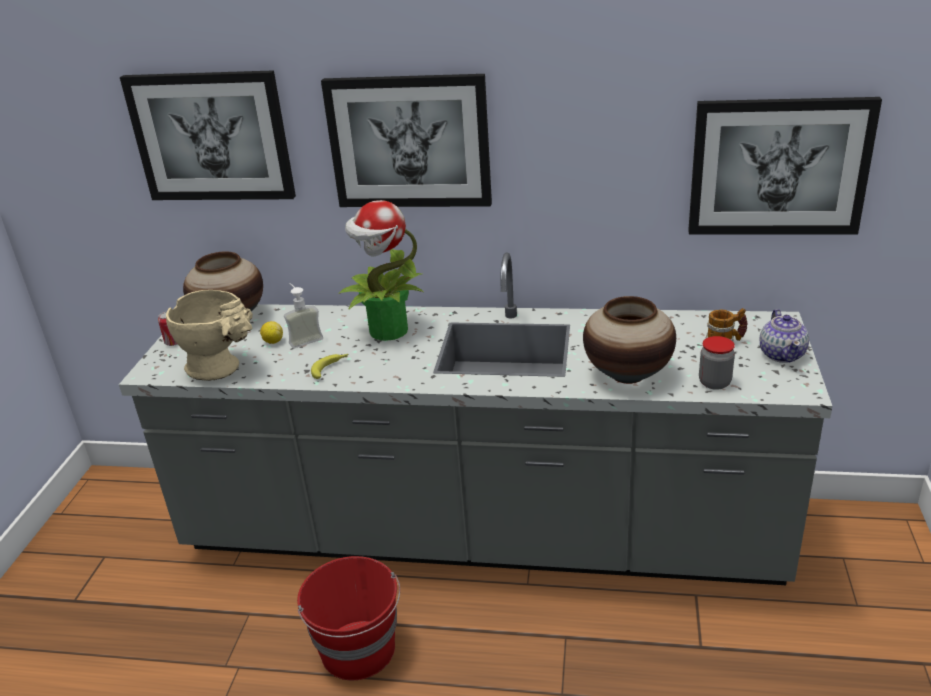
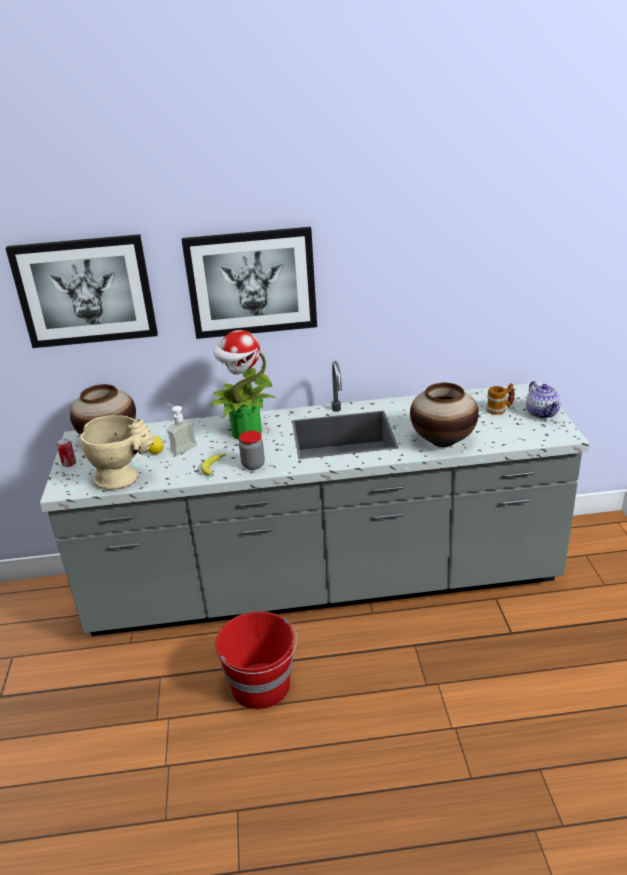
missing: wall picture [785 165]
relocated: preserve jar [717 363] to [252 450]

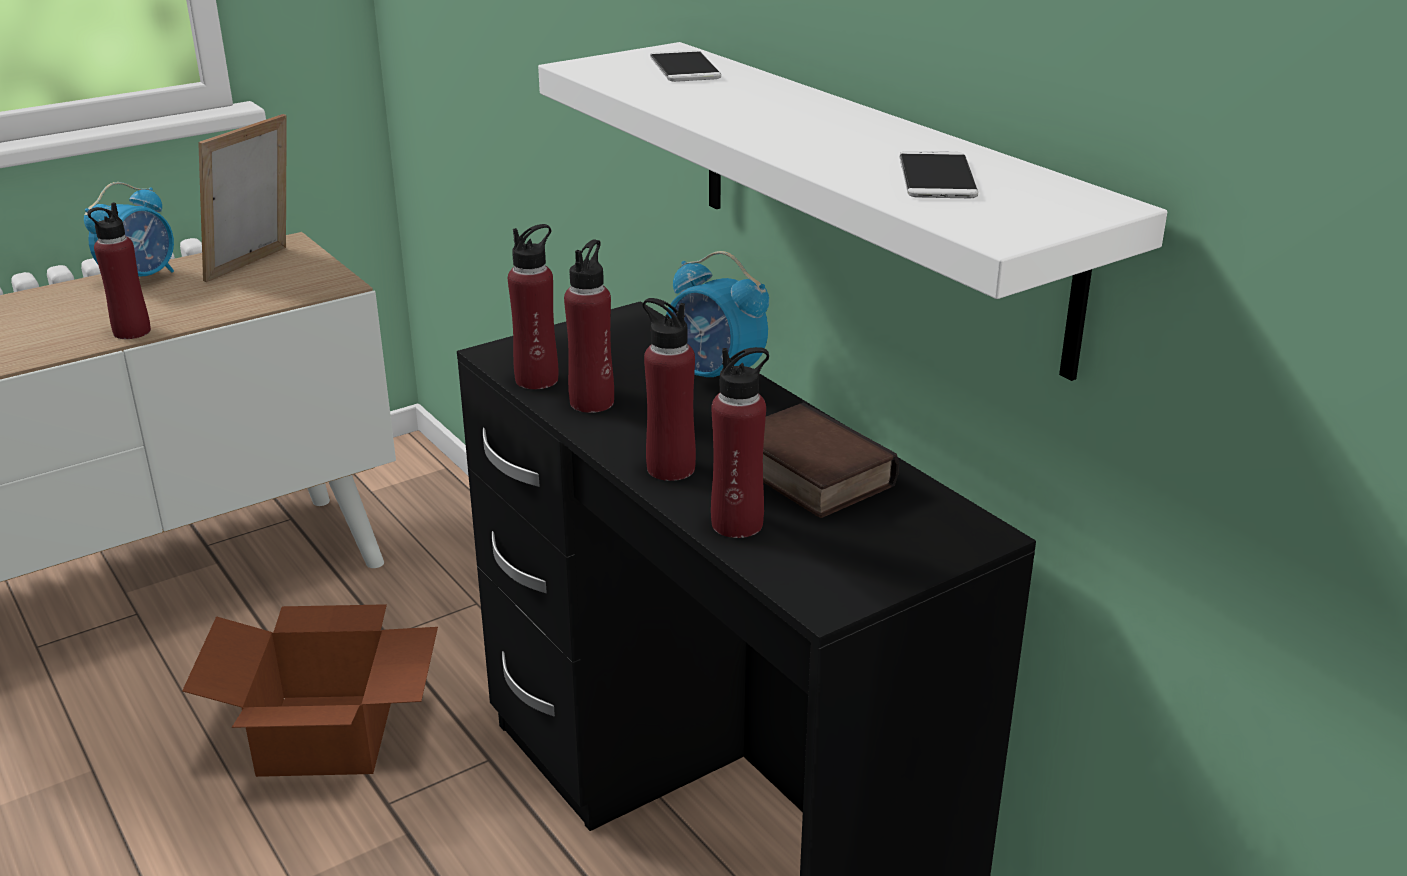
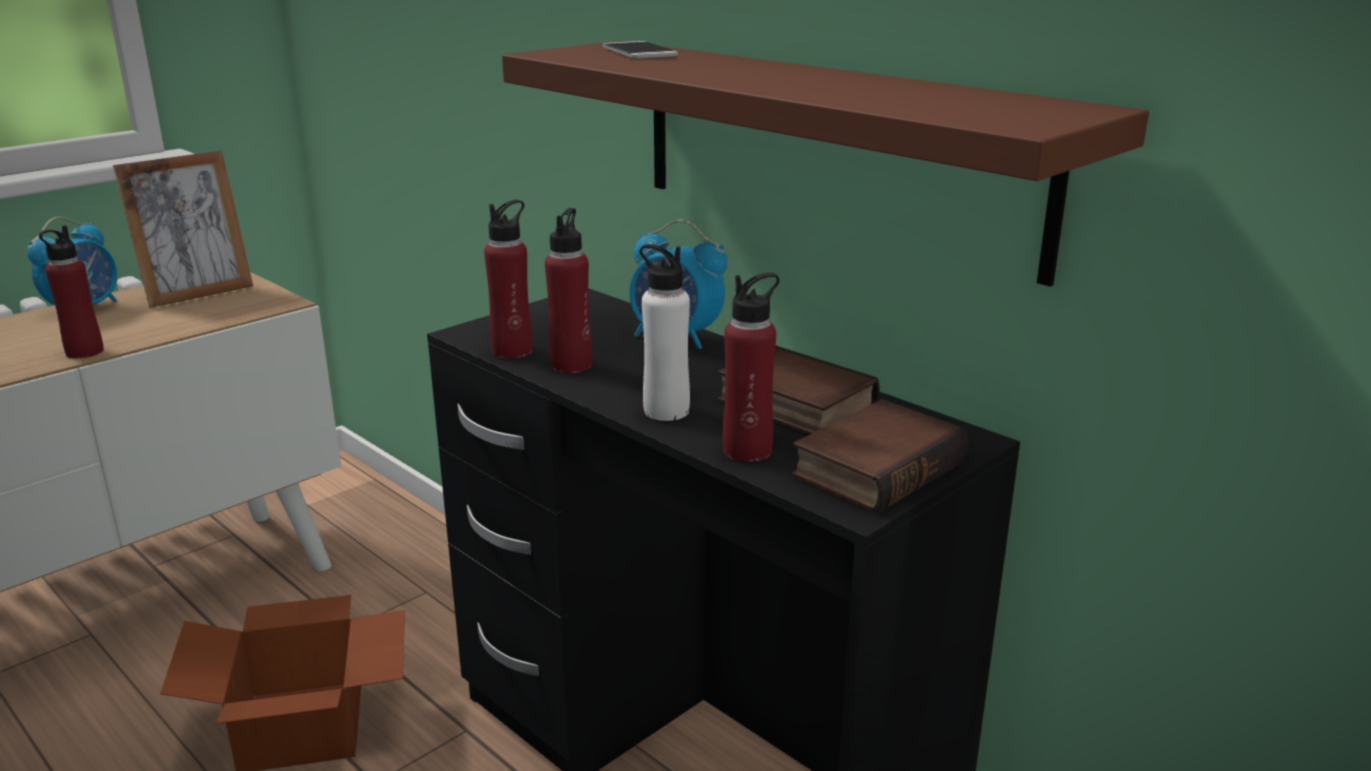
missing: handset [939 174]
appeared: volume [880 456]
colour: white-coloured shelf [852 211] to brown-coloured shelf [825 164]; red-coloured beverage bottle [669 389] to white-coloured beverage bottle [664 332]
spun: photo frame [242 198] = [183 229] 150 degrees counterclockwise

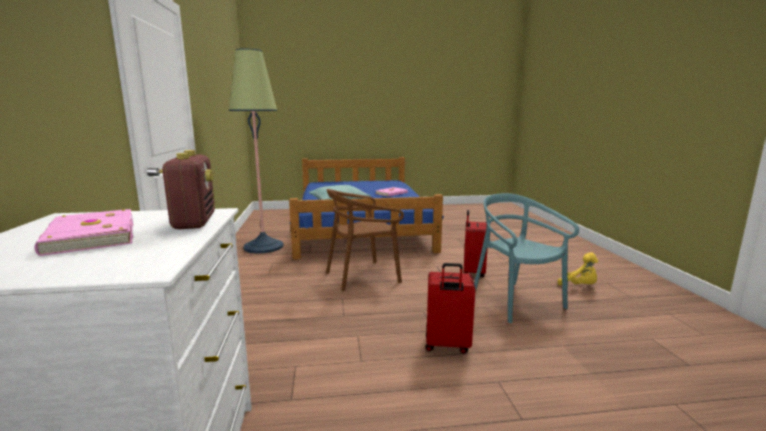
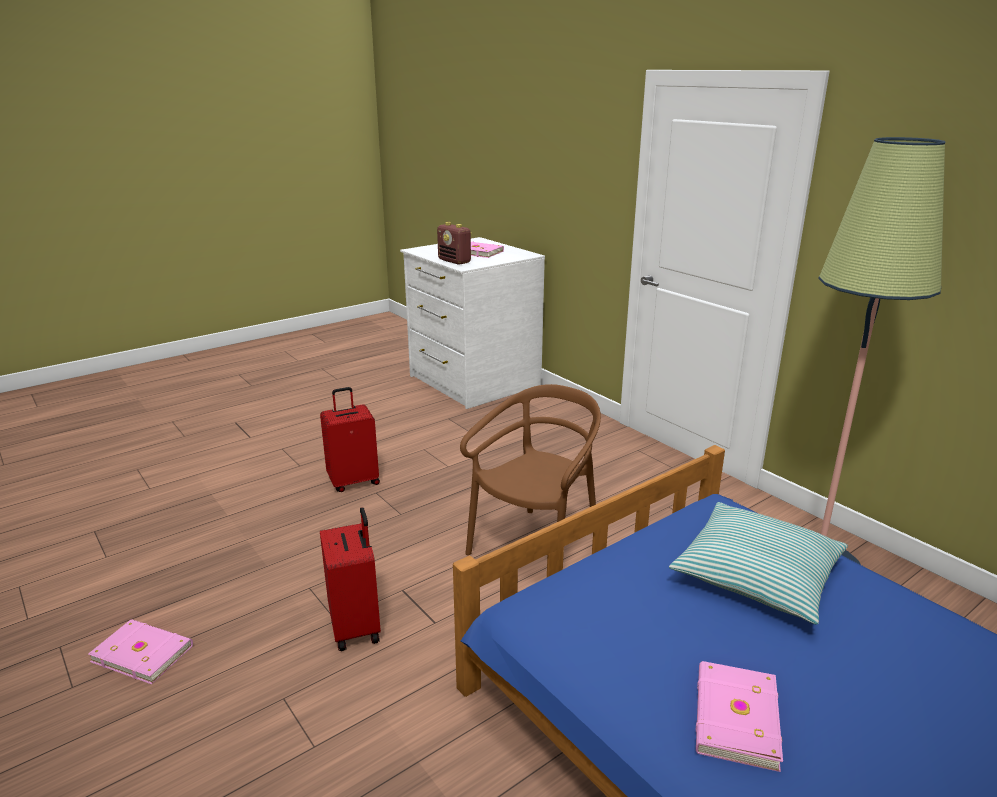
missing: blue-green plain chair [526 258]
exchanged: yellow plush toy [578 268] to pink-coloured volume [140 651]

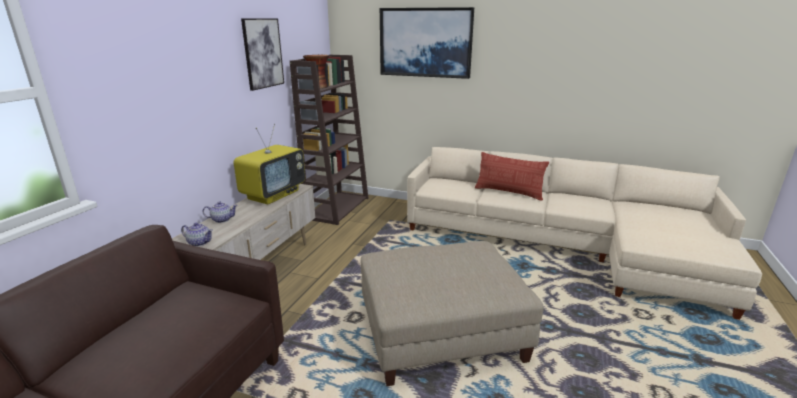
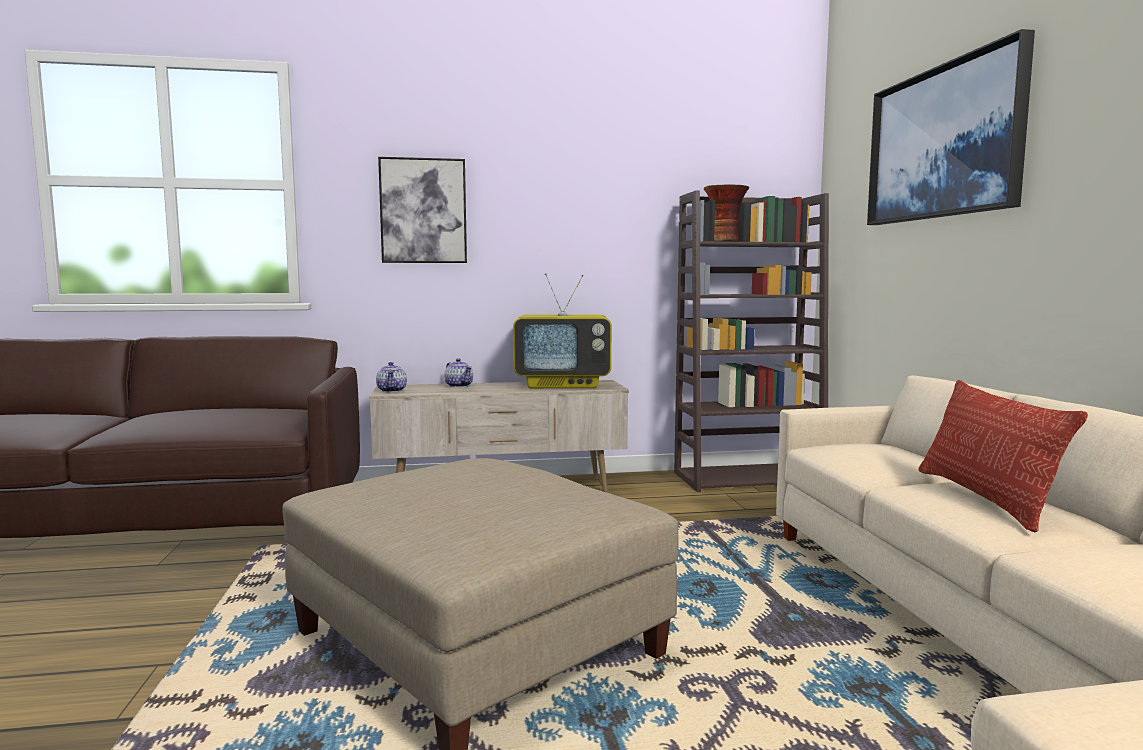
relocated: wall picture [262 54] to [422 210]

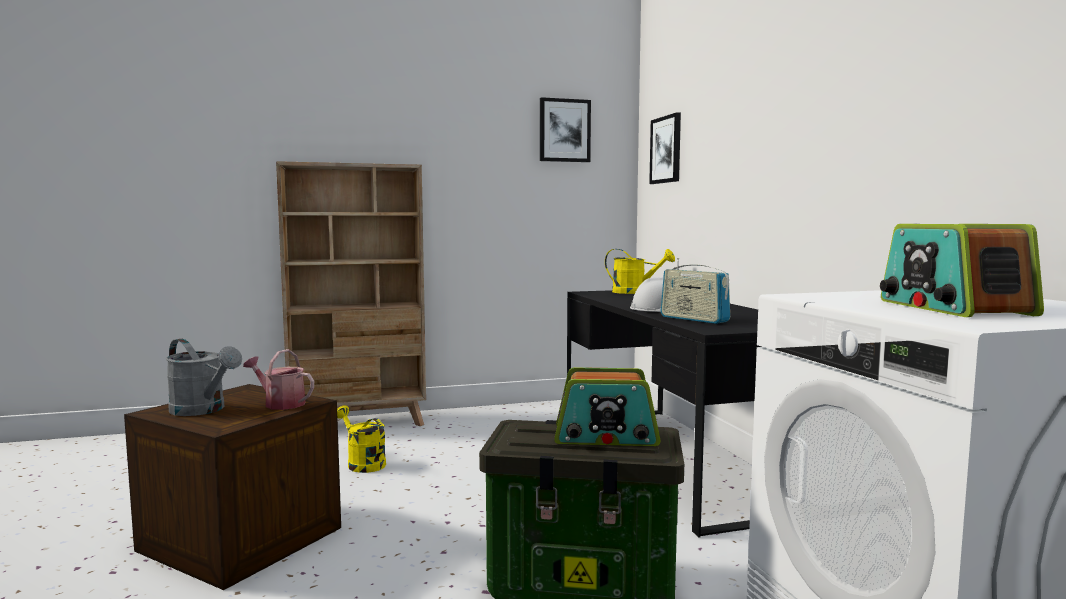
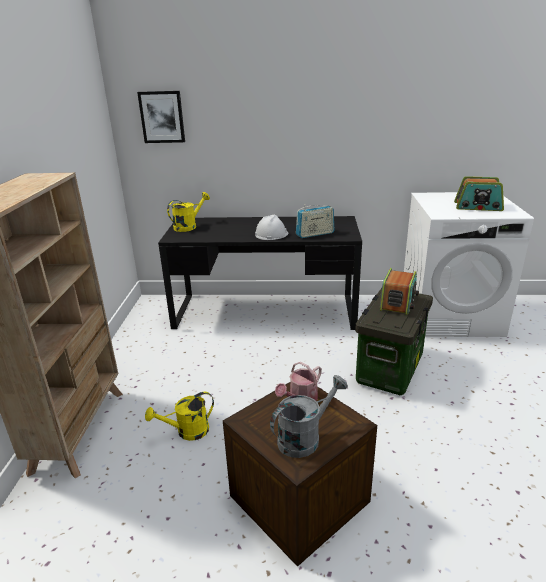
missing: wall picture [565 129]

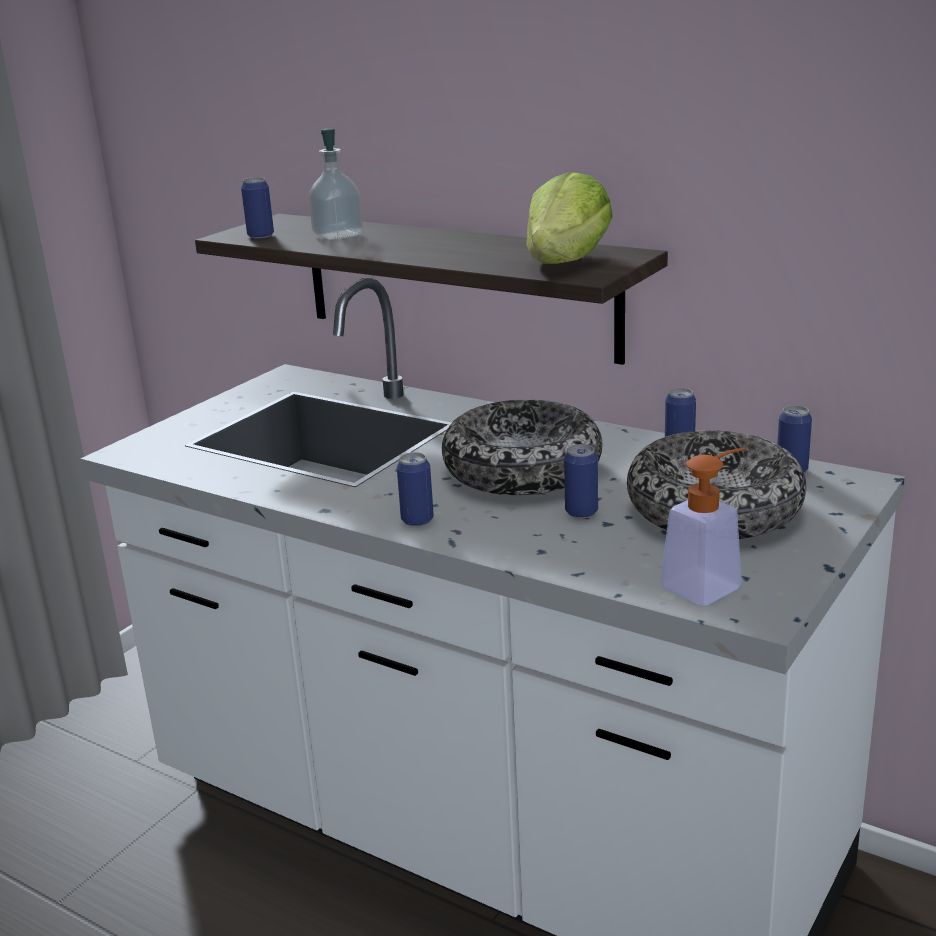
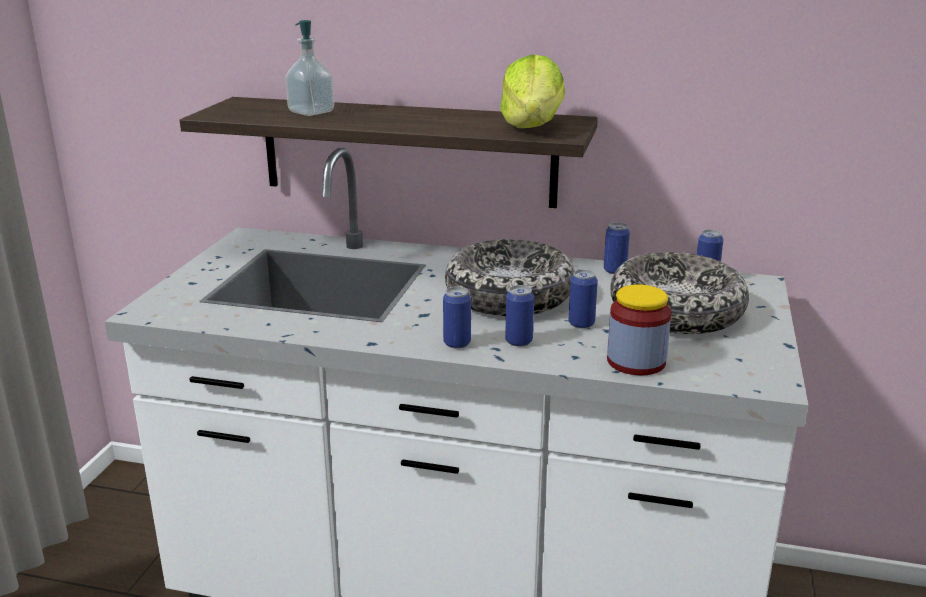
missing: soap bottle [702 527]
appeared: preserve jar [639 329]
relocated: can [257 207] to [519 316]

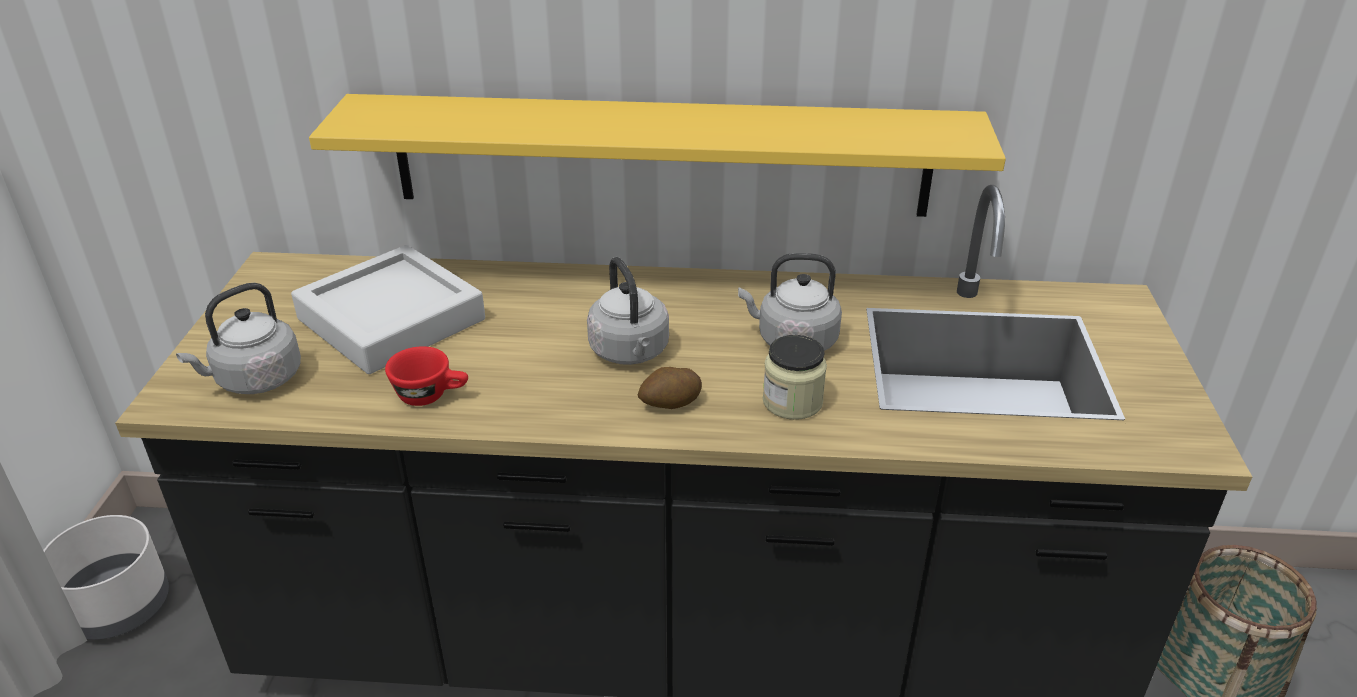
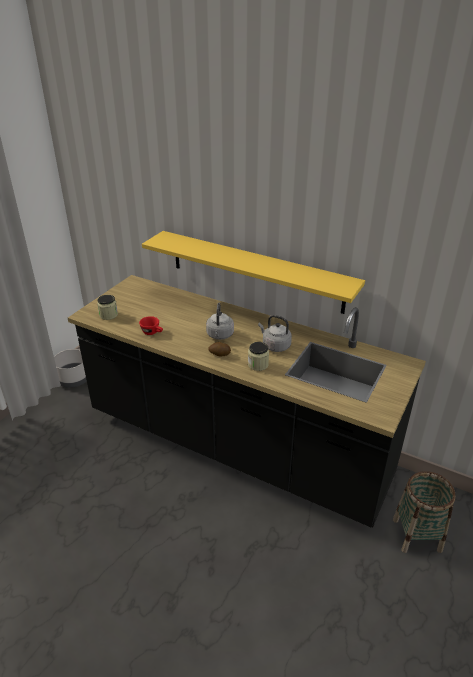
missing: grey carrying tray [388 309]
exchanged: grey tea kettle [238 338] to preserve jar [107 307]

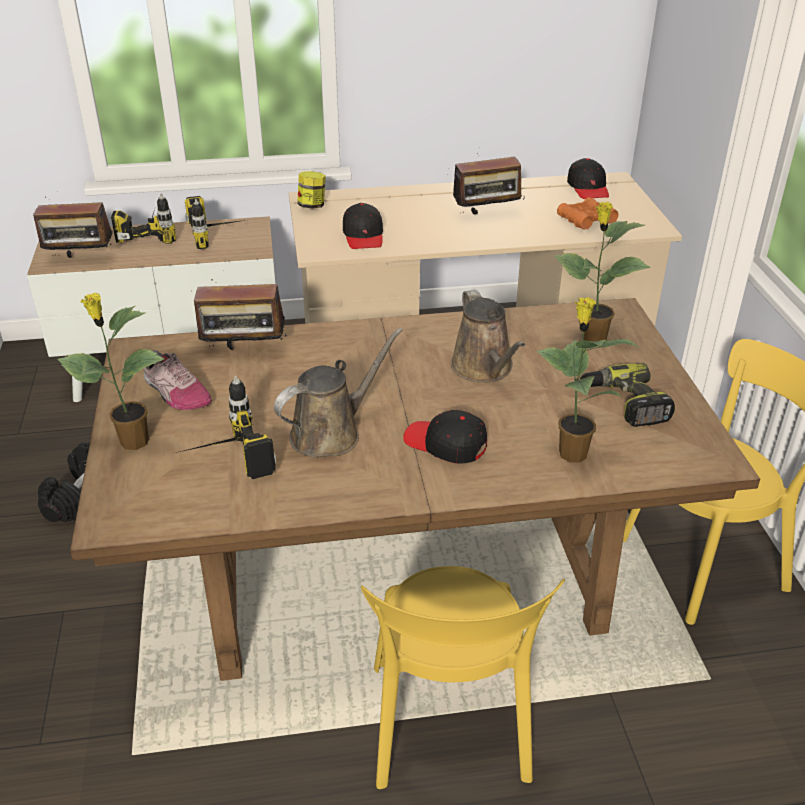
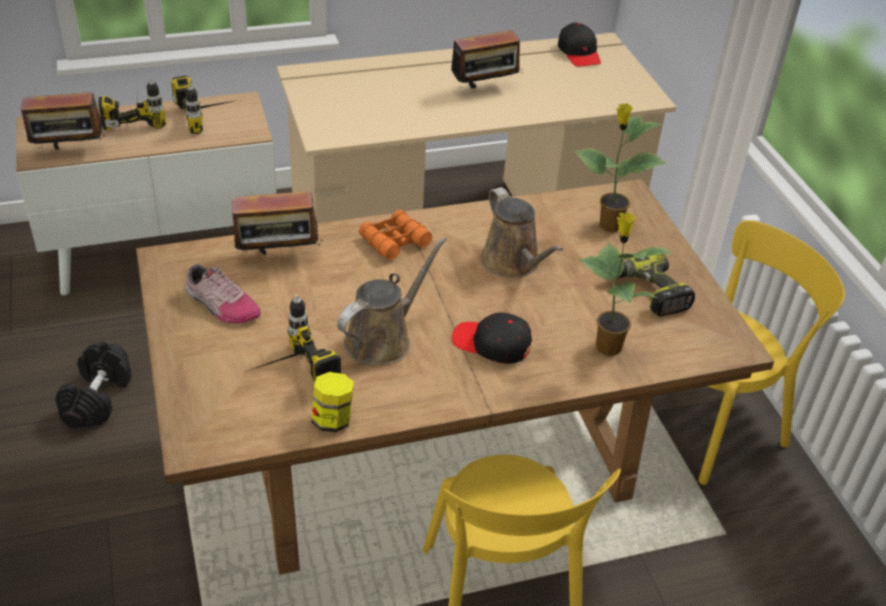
missing: plant in a pot [111 371]; black-coloured peaked cap [363 226]
relocated: preserve jar [311 190] to [332 402]; orangey pair of binoculars [588 213] to [395 235]

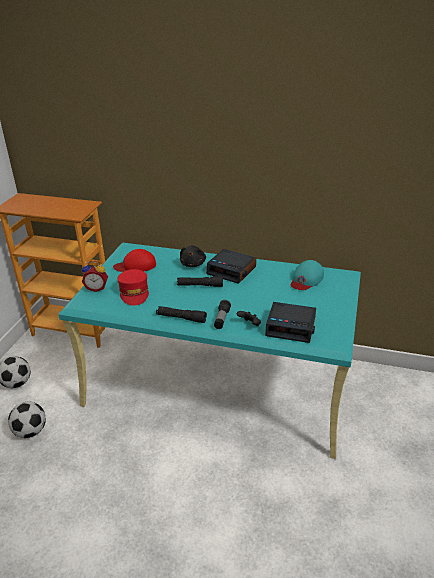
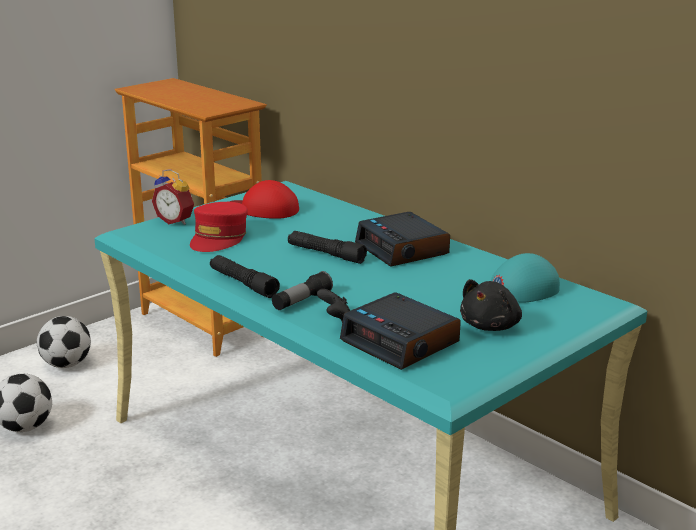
relocated: black-coloured plush toy [193 256] to [491 305]

